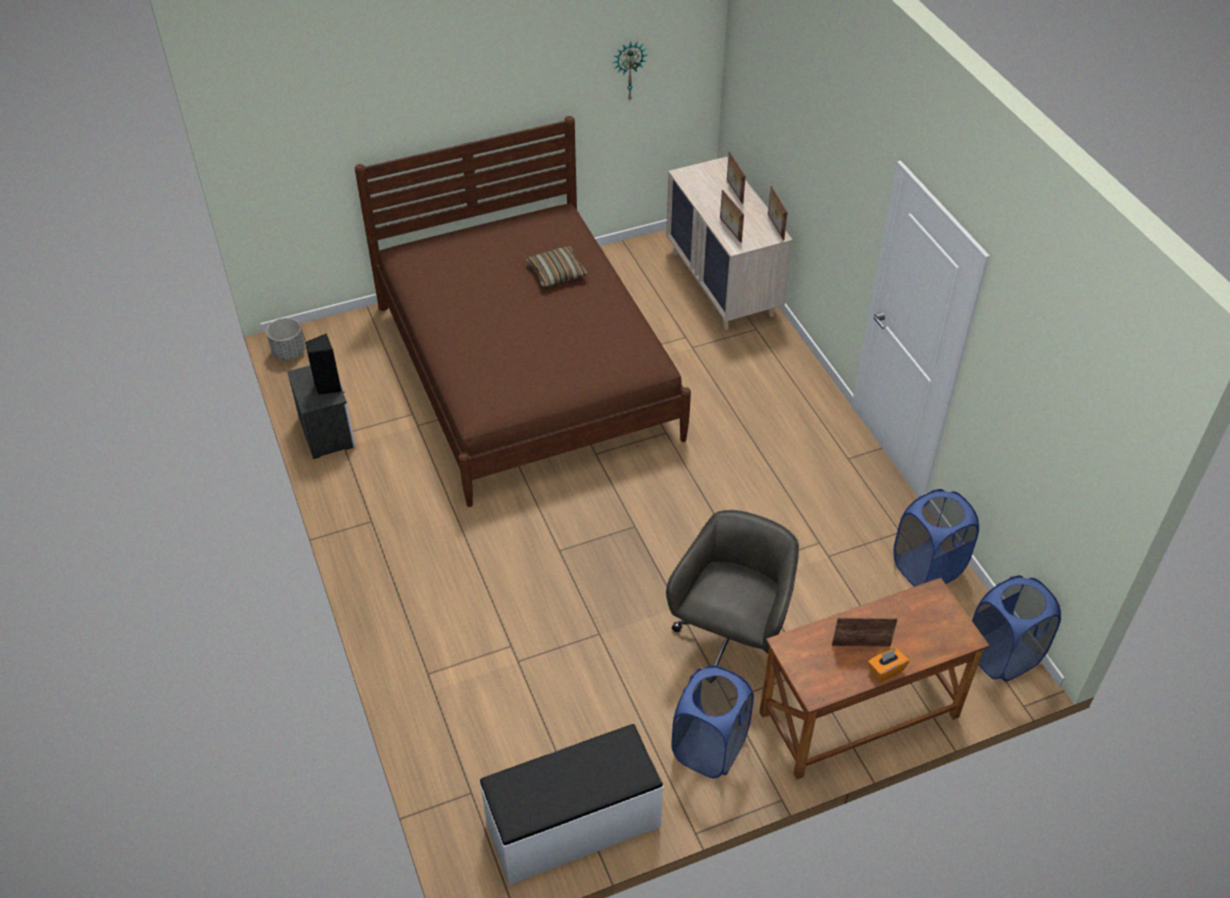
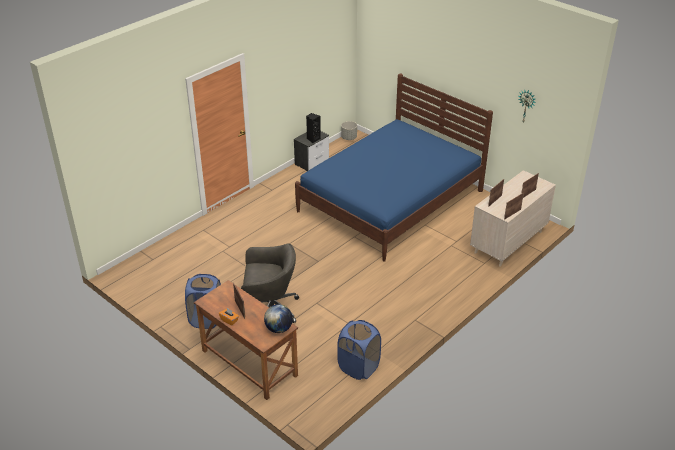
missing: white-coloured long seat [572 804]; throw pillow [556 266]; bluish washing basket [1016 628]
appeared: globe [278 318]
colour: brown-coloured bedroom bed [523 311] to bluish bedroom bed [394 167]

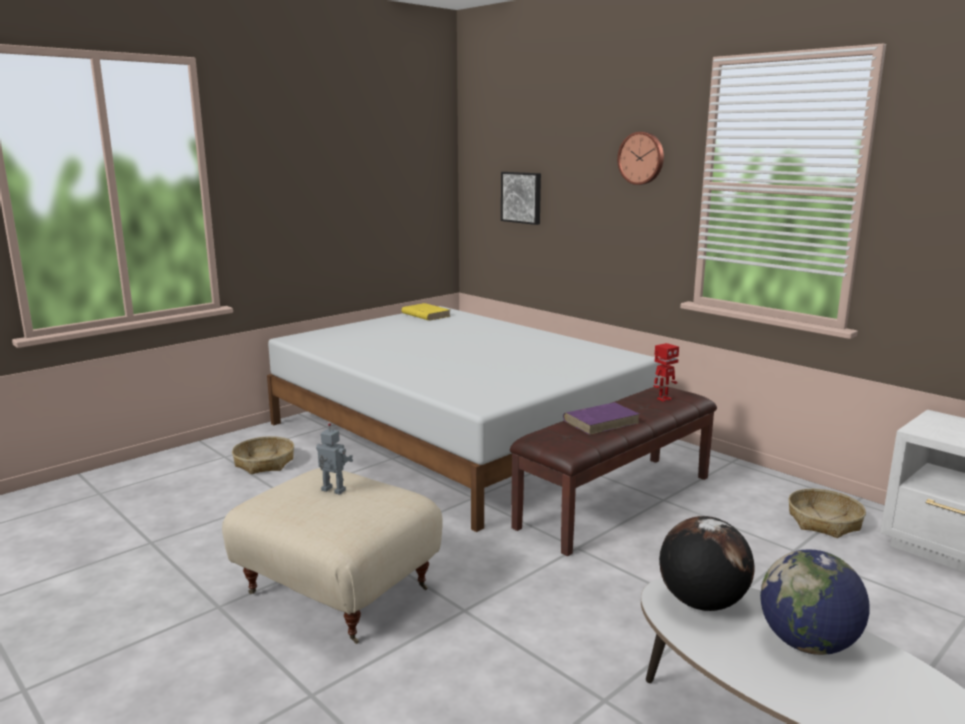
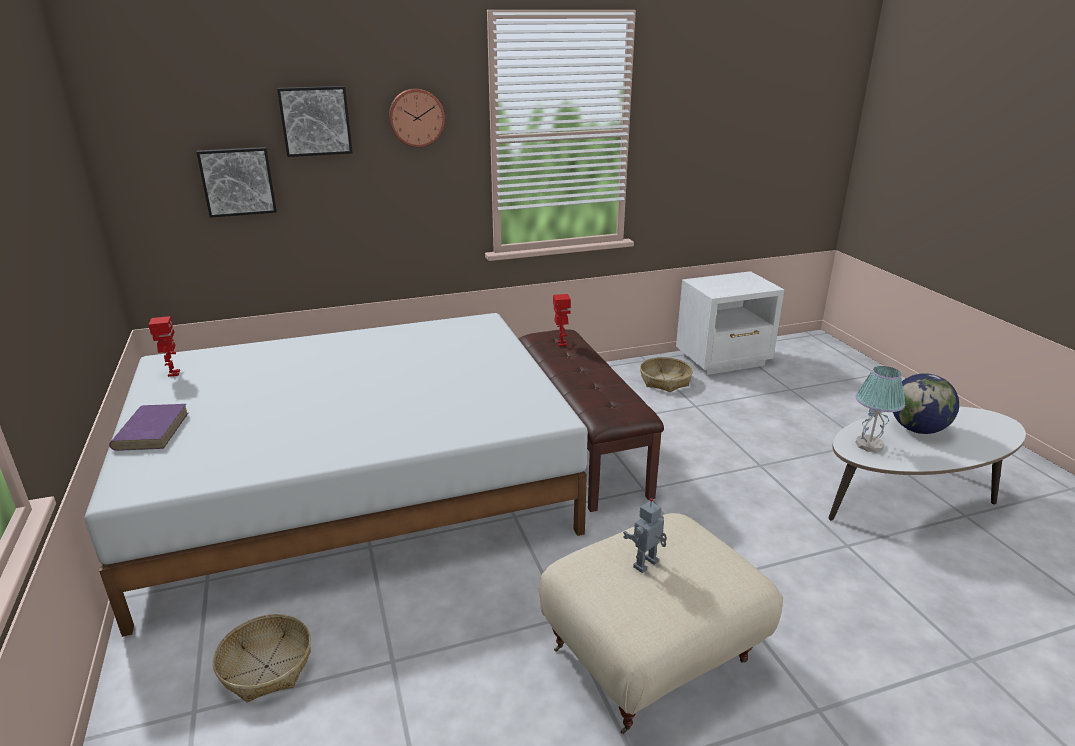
appeared: wall picture [314 121]
relocated: purple volume [601 418] to [148 427]
exchanged: yellow volume [426 312] to robot figure [164 346]; globe [707 563] to lamp for a table [880 409]

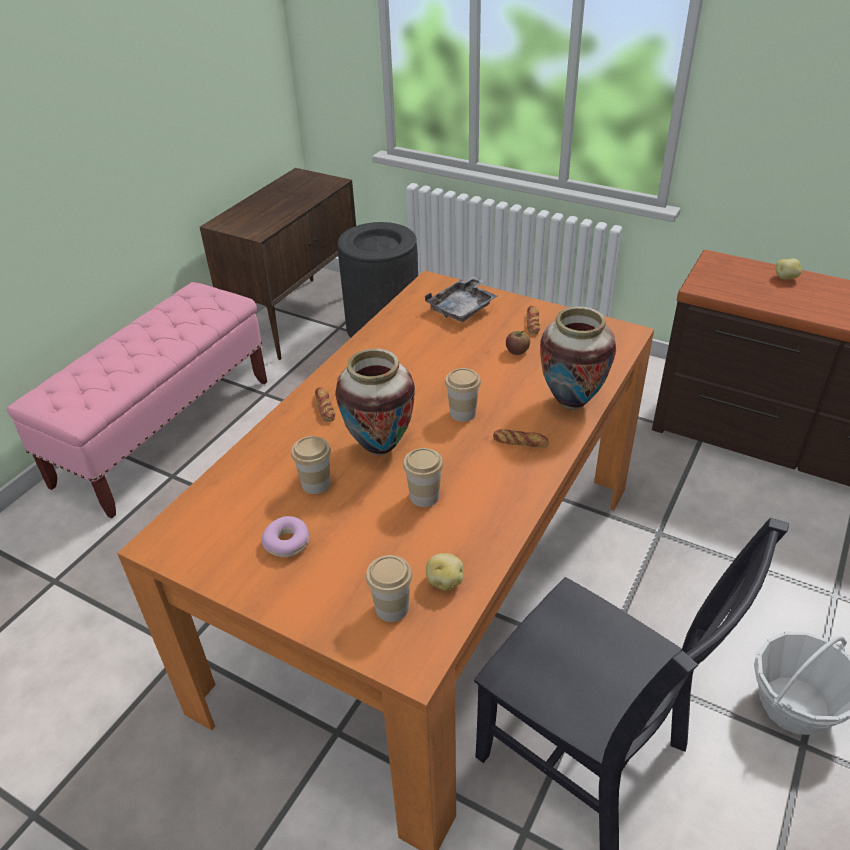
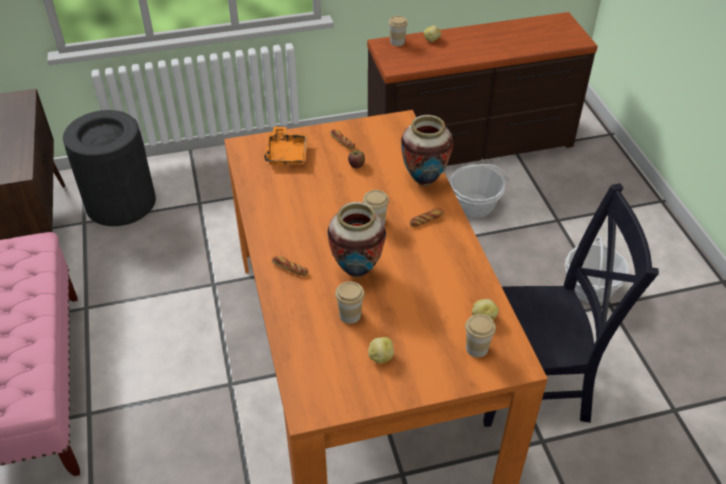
appeared: household basket [479 191]
relocated: drinking cup [423 477] to [398 30]
exchanged: doughnut [285 536] to whole potato [381 350]
colour: grey carrying tray [461 299] to orangey carrying tray [286 146]

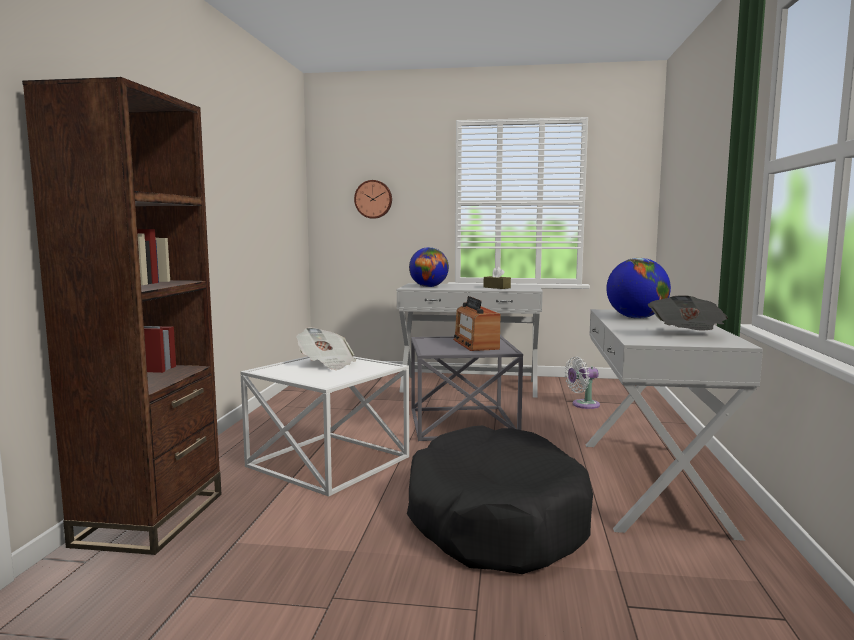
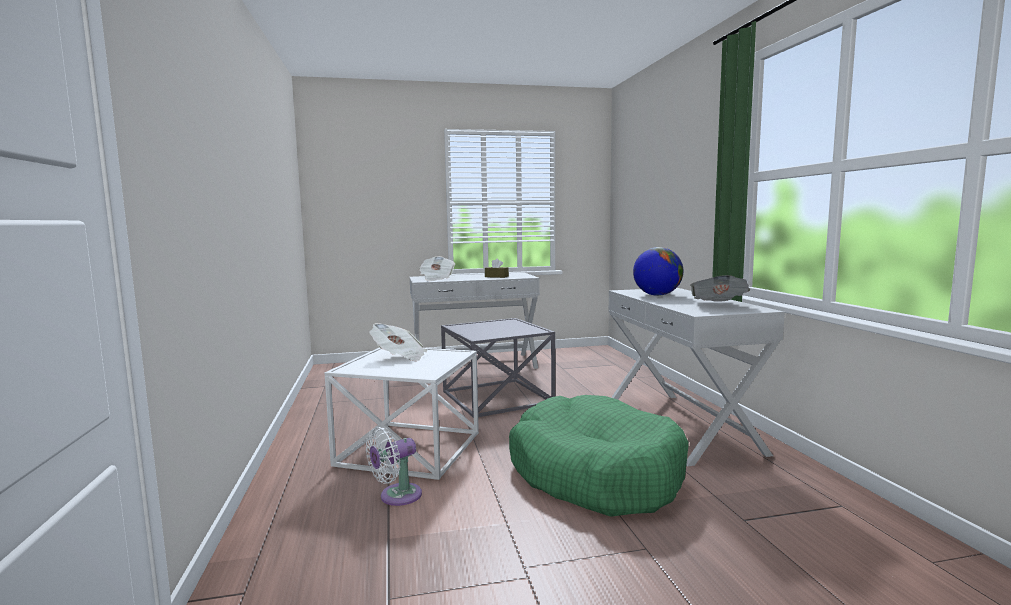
missing: brown-coloured bookcase [121 316]; clock on the wall [373 199]; radio receiver [476 323]
relocated: white-coloured electric fan [582 383] to [394 466]
exchanged: globe [429 267] to daily paper [437 268]
colour: black-coloured dog cushion [500 500] to green-coloured dog cushion [599 456]

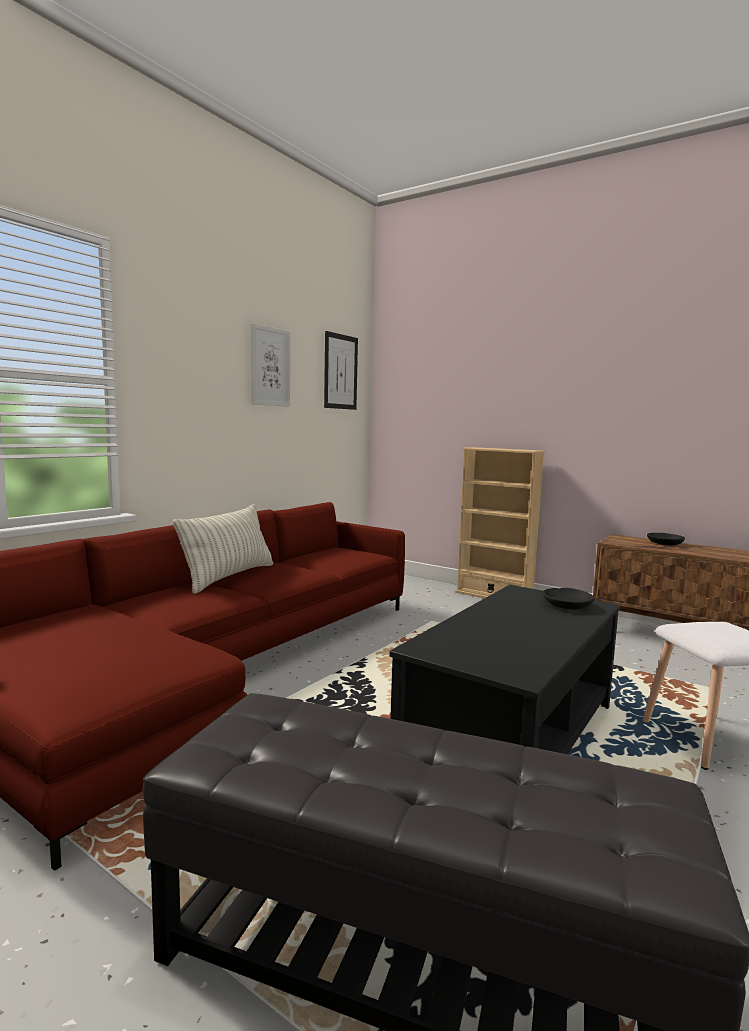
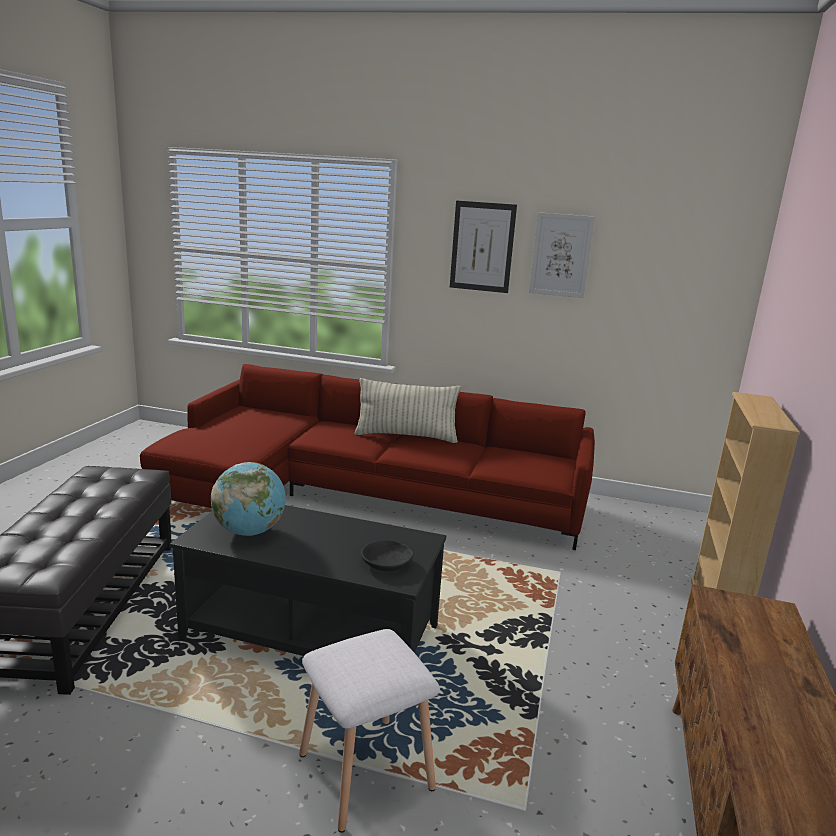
missing: black-coloured deep dish [666 539]
appeared: globe [248 499]
relocated: wall picture [341 370] to [483 247]

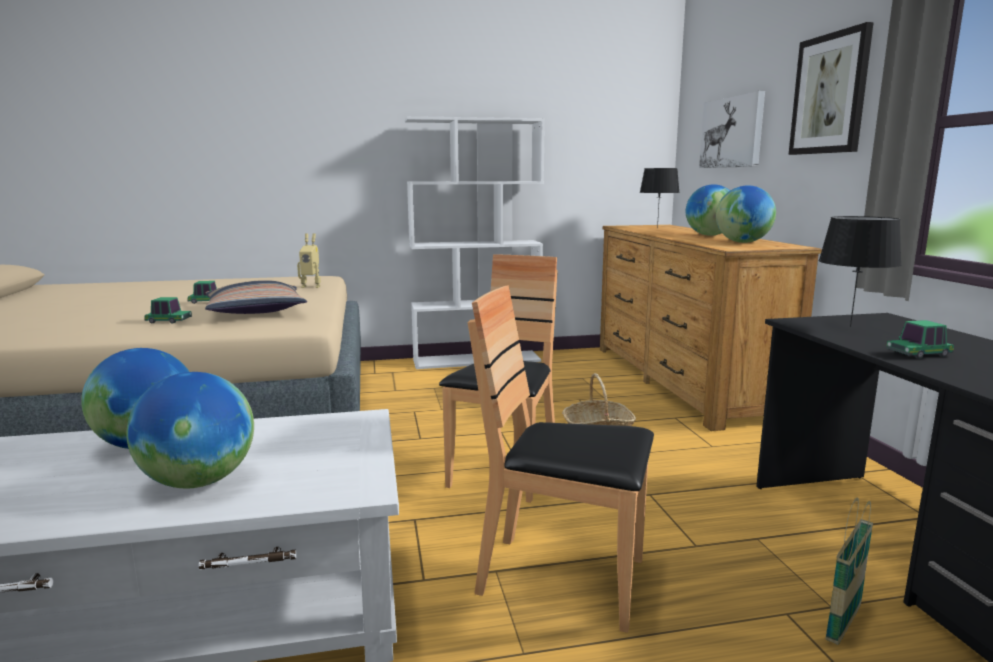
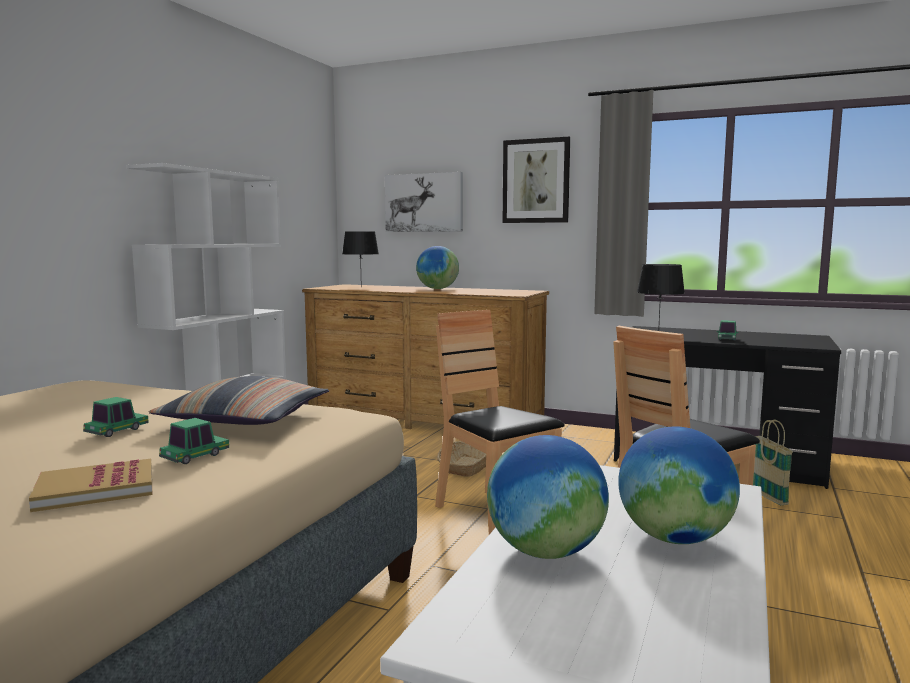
missing: robot figure [309 260]; globe [746 214]
appeared: volume [90 485]

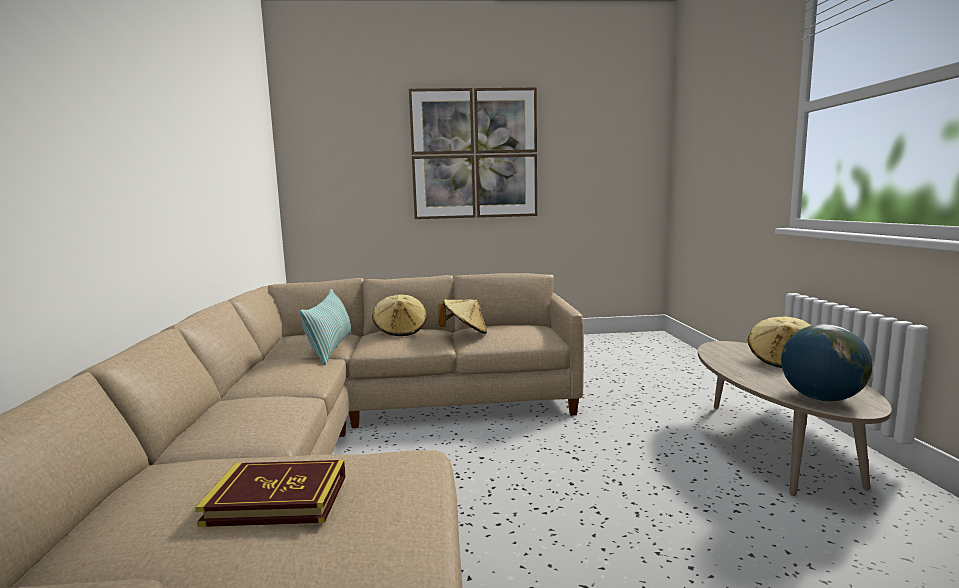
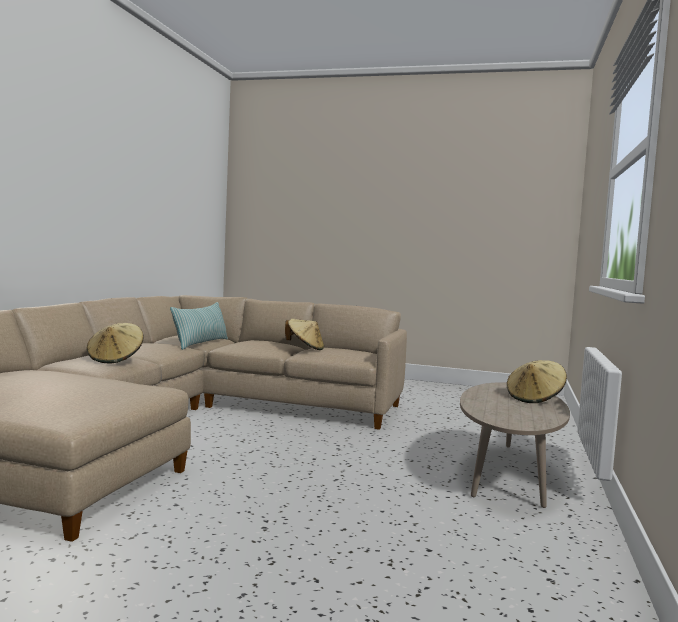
missing: volume [270 493]; wall picture [473 153]; globe [827 362]
relocated: beige-coloured hat [399 315] to [115 343]

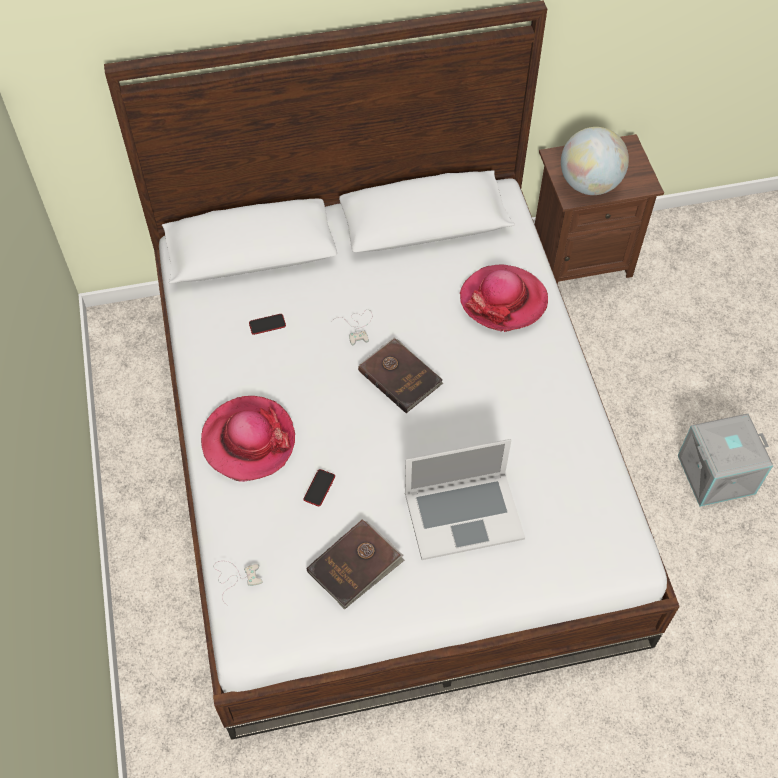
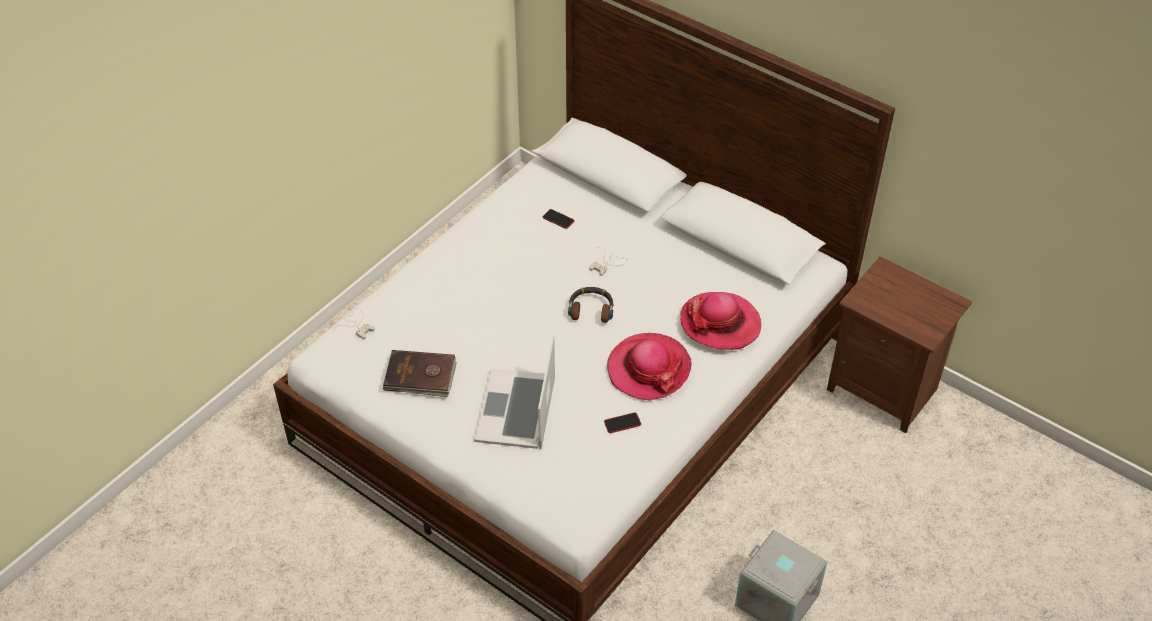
missing: globe [595 161]
relocated: hat [248 439] to [649 366]; handset [319 487] to [622 423]
exchanged: brown-coloured volume [400 375] to headset [590 305]
spun: portable computer [465 499] = [514 392] 60 degrees clockwise

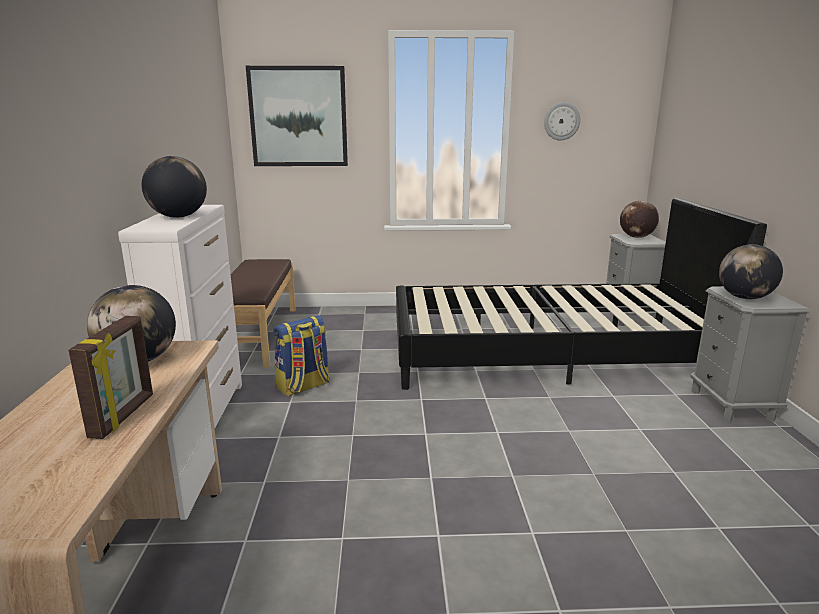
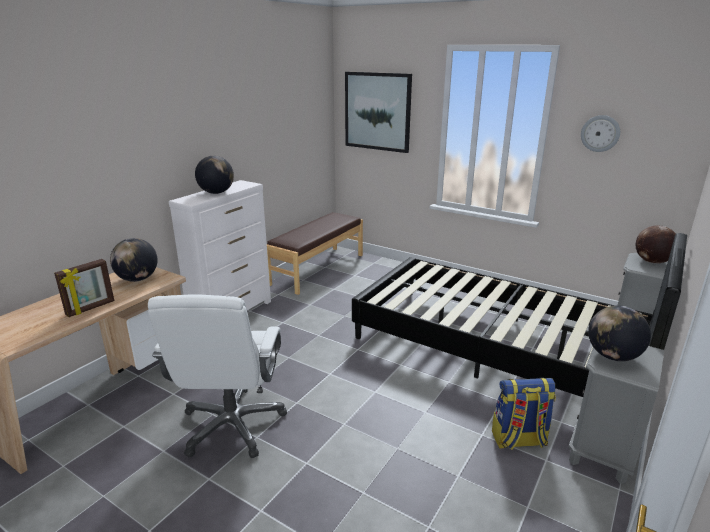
appeared: white-coloured desk chair [217 376]
relocated: rucksack [301 356] to [524 414]

